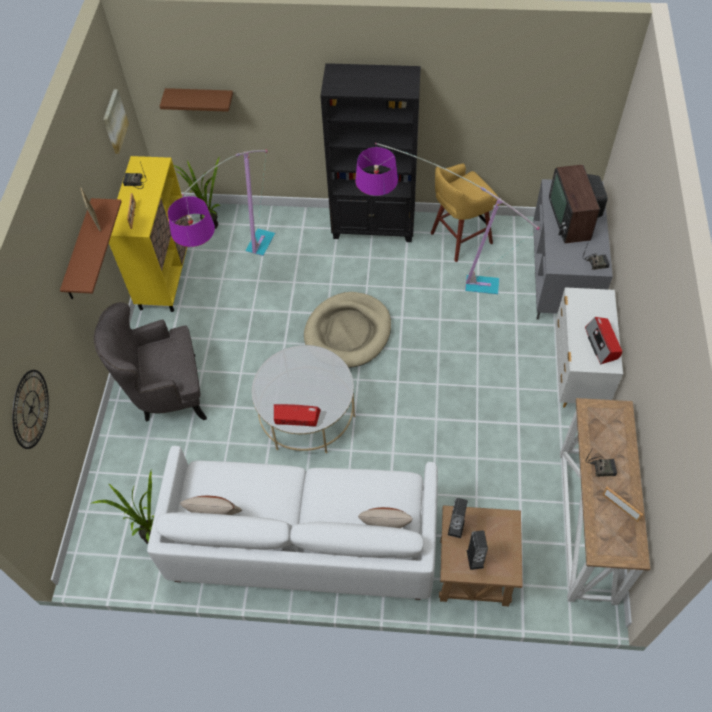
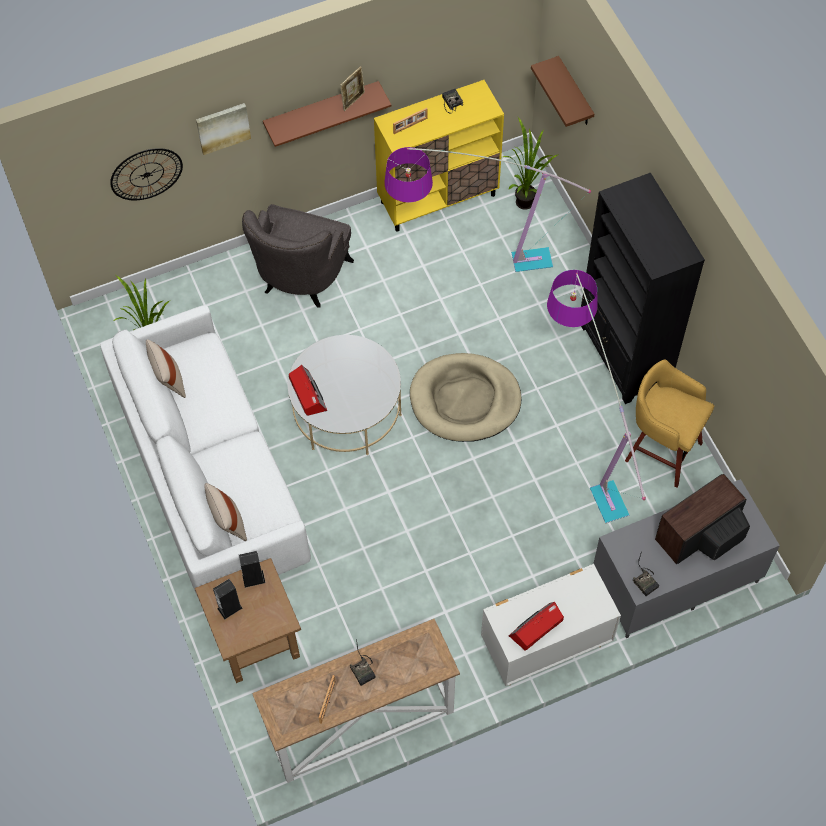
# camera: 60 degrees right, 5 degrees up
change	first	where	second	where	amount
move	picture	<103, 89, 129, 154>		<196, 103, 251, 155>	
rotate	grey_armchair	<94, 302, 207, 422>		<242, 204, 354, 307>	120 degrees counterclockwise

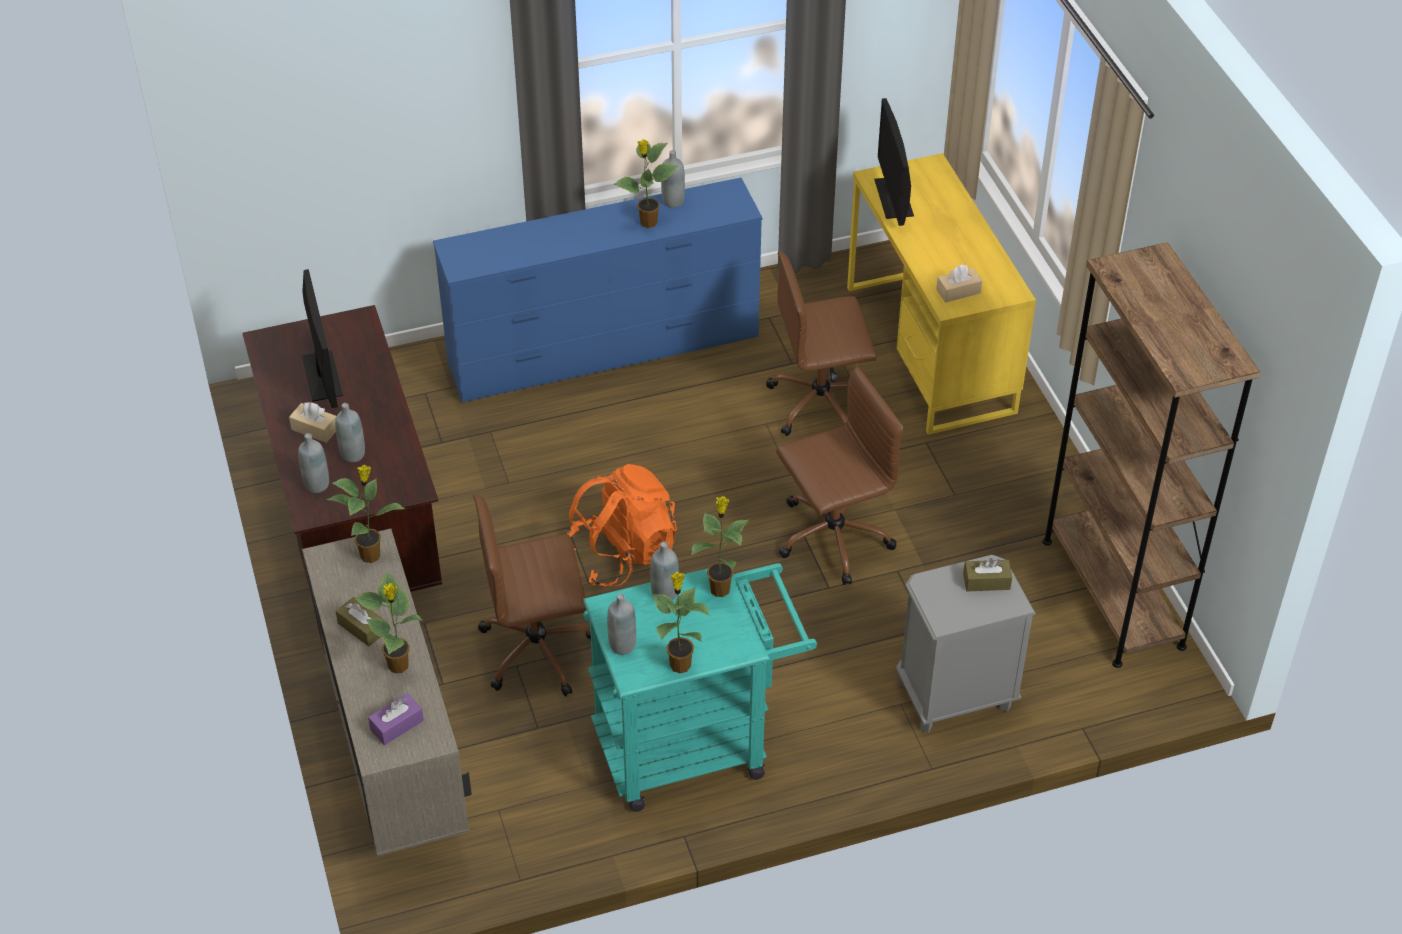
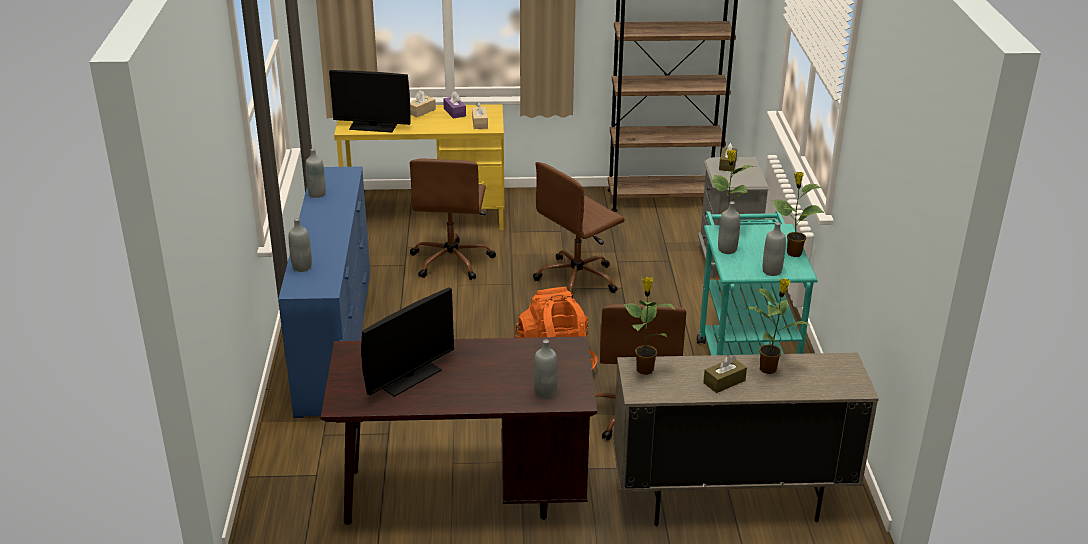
# camera: 75 degrees left, 15 degrees down
change	first	where	second	where	amount
delete	potted_plant	<613, 140, 678, 228>			
move	beige_tissue_box	<289, 402, 336, 443>		<410, 90, 436, 117>	
move	grey_bottle	<335, 403, 365, 462>		<289, 218, 312, 272>	
move	purple_tissue_box	<368, 693, 424, 745>		<443, 91, 466, 119>	
rotate	monitor	<302, 269, 343, 408>		<361, 287, 454, 397>	135 degrees clockwise
rotate	brown_office_chair	<776, 366, 903, 585>		<533, 162, 625, 298>	120 degrees counterclockwise

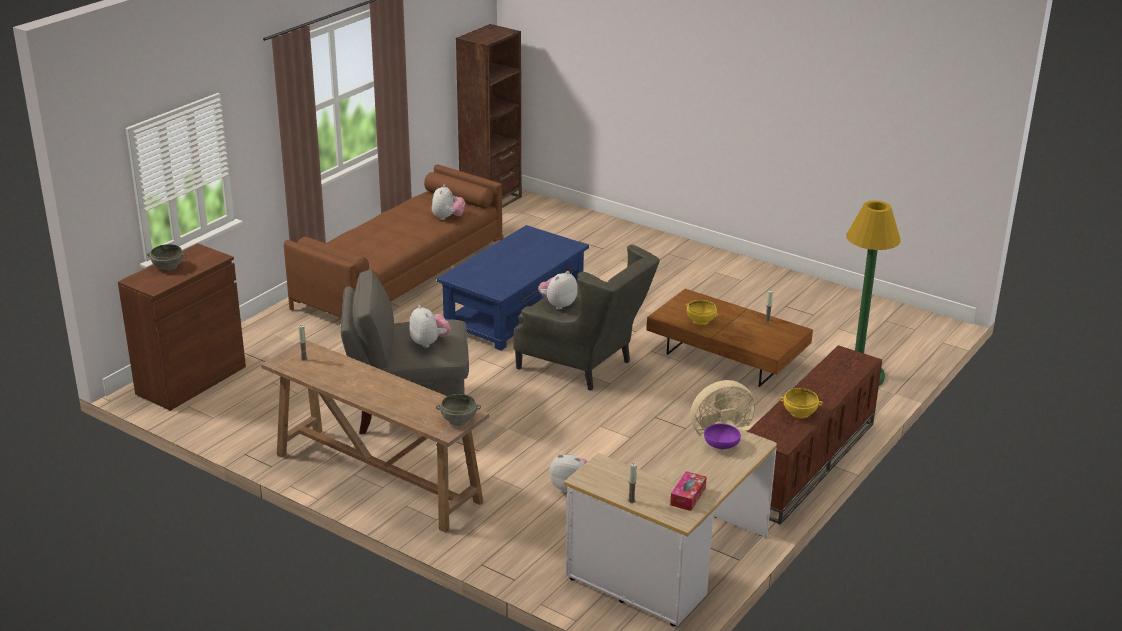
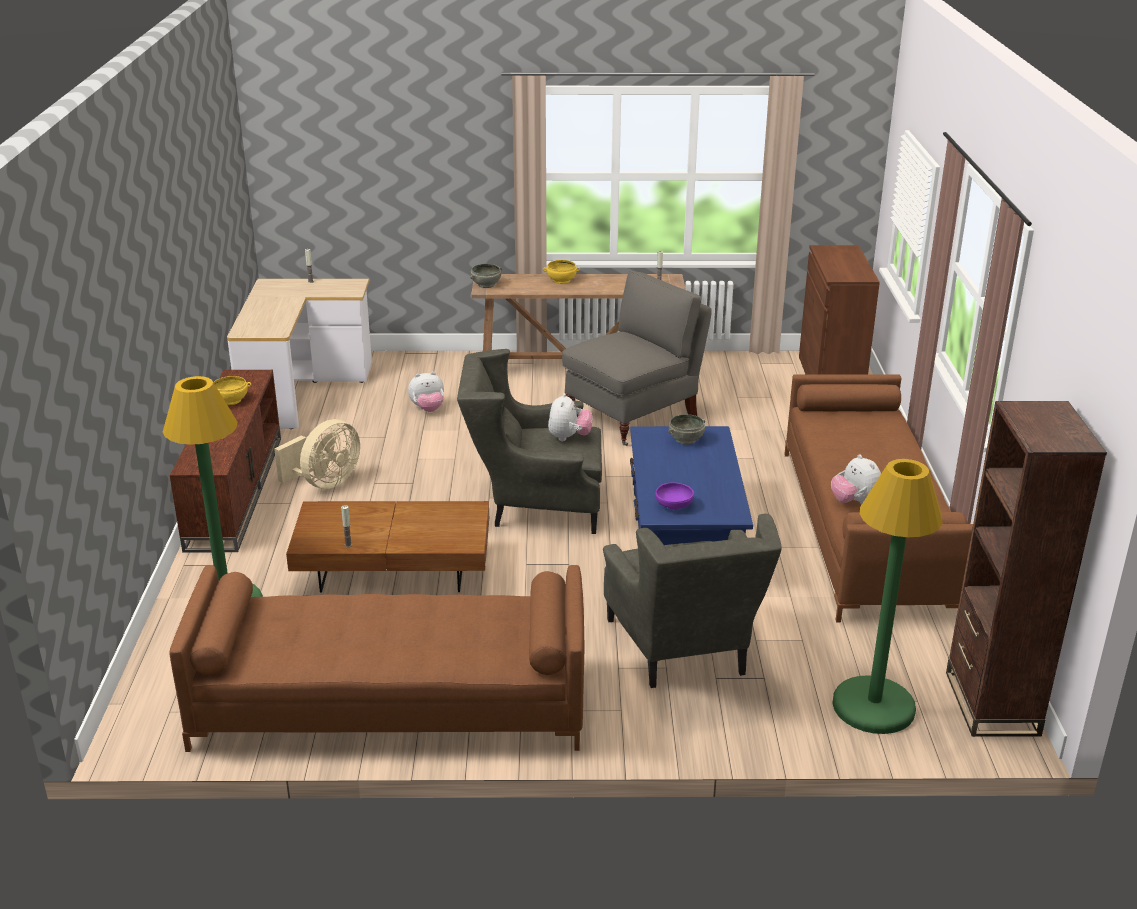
# camera: 145 degrees right, 0 degrees up
change	first	where	second	where	amount
delete	plush_toy	<409, 305, 451, 348>			
delete	tissue_box	<670, 471, 707, 511>			
insert			brown_sofa	<170, 565, 584, 752>	
insert			grey_armchair	<603, 514, 782, 688>	
insert			green_floor_lamp	<832, 459, 943, 734>	
move	grey_bowl	<147, 244, 186, 271>		<668, 414, 705, 445>	
move	yellow_bowl	<686, 300, 718, 325>		<543, 260, 580, 284>	
move	purple_bowl	<704, 423, 741, 449>		<655, 482, 694, 510>	

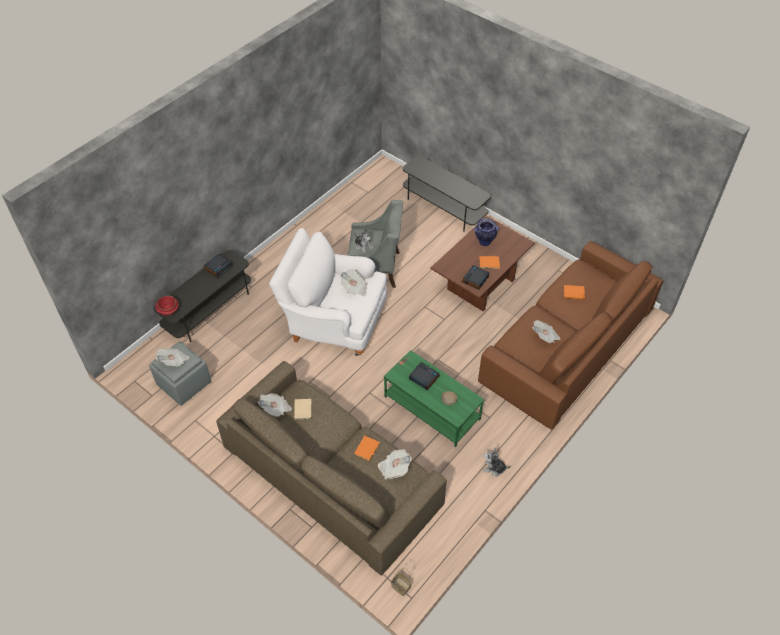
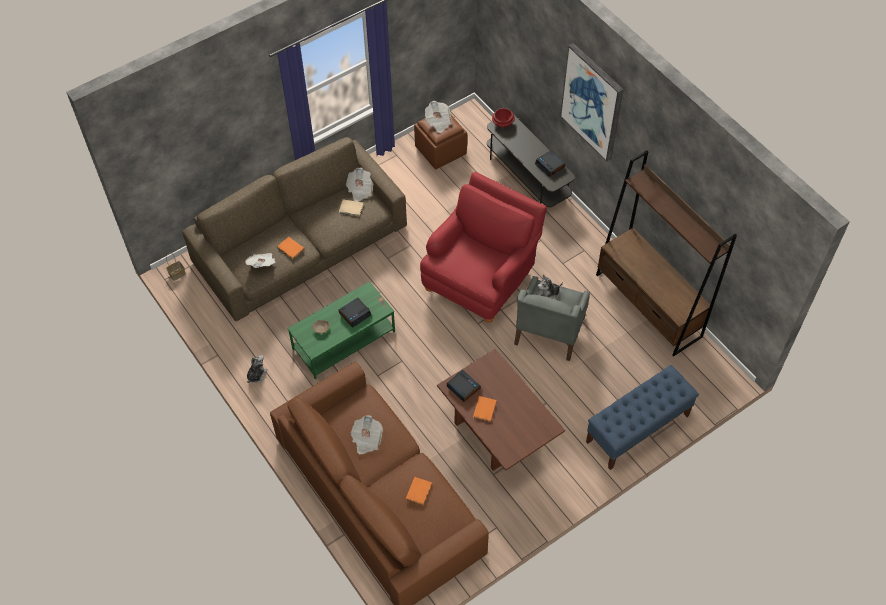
# camera: 105 degrees right, 5 degrees up
change	first	where	second	where	amount
delete	newspaper	<340, 270, 368, 296>			
delete	vase	<474, 218, 499, 246>			
insert			picture	<560, 43, 624, 162>	
insert			brown_bookcase	<596, 150, 737, 356>	
replace	grey_tv_stand	<403, 156, 491, 232>	blue_bench	<586, 365, 699, 470>	
recolor	grey_ottoman	<149, 341, 211, 406>	brown_ottoman	<414, 114, 467, 170>	
recolor	white_armchair	<269, 228, 387, 356>	red_armchair	<420, 172, 547, 323>	

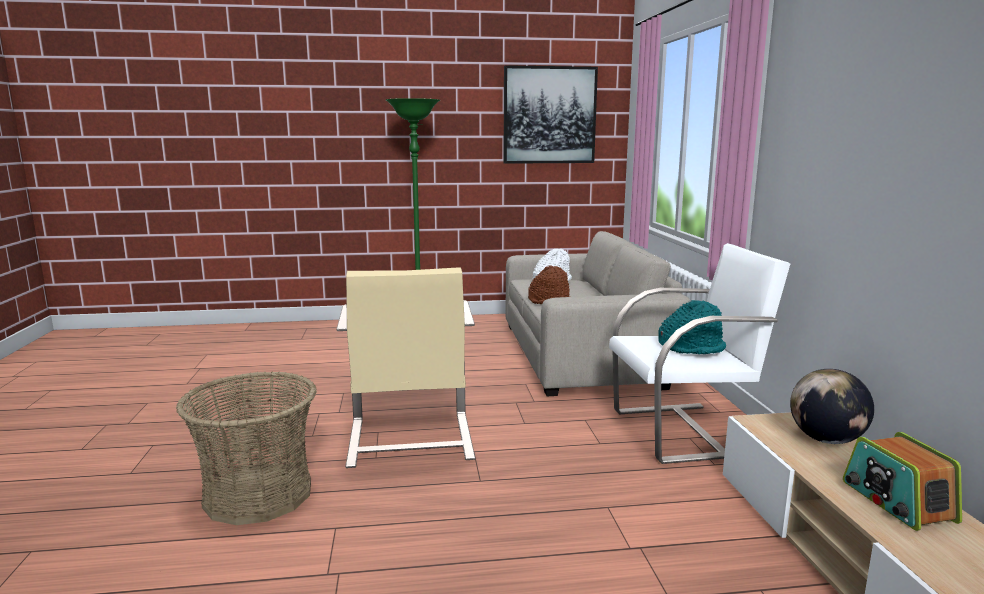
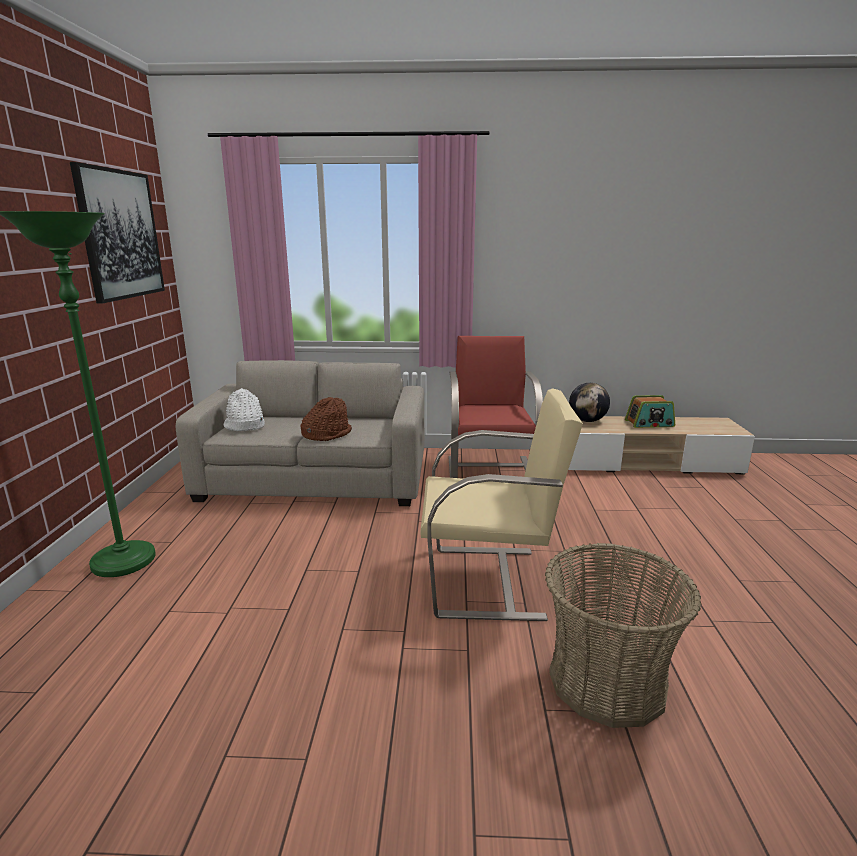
# camera: 80 degrees left, 5 degrees up
change	first	where	second	where	amount
delete	turquoise_hat	<658, 300, 726, 354>			
recolor	white_armchair	<609, 243, 790, 464>	red_armchair	<448, 336, 543, 478>	

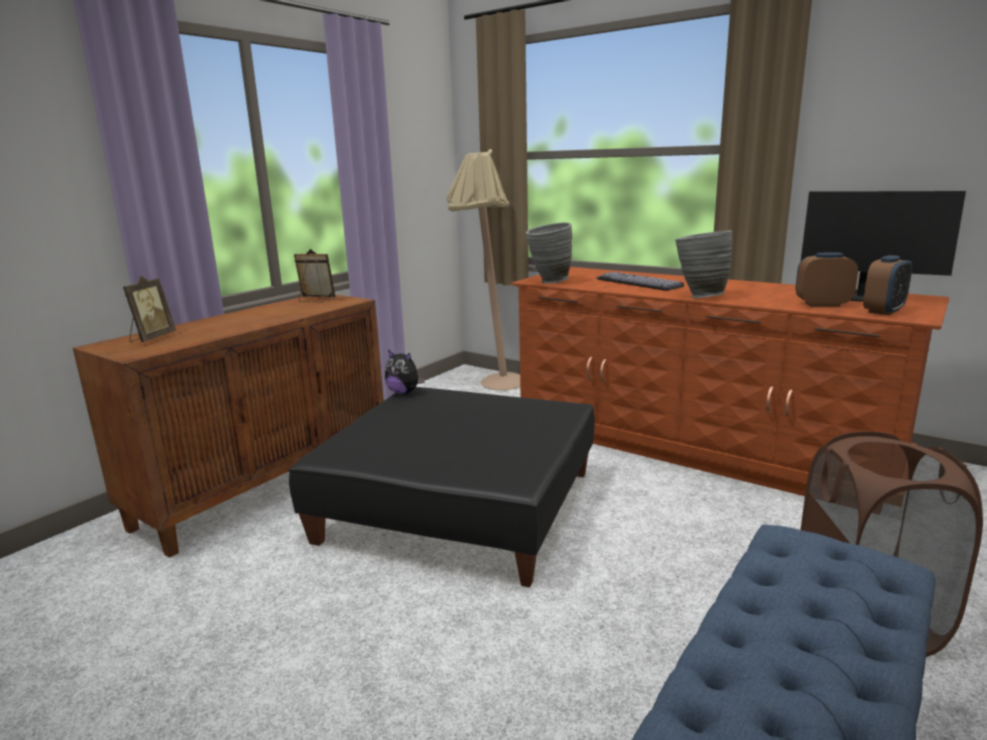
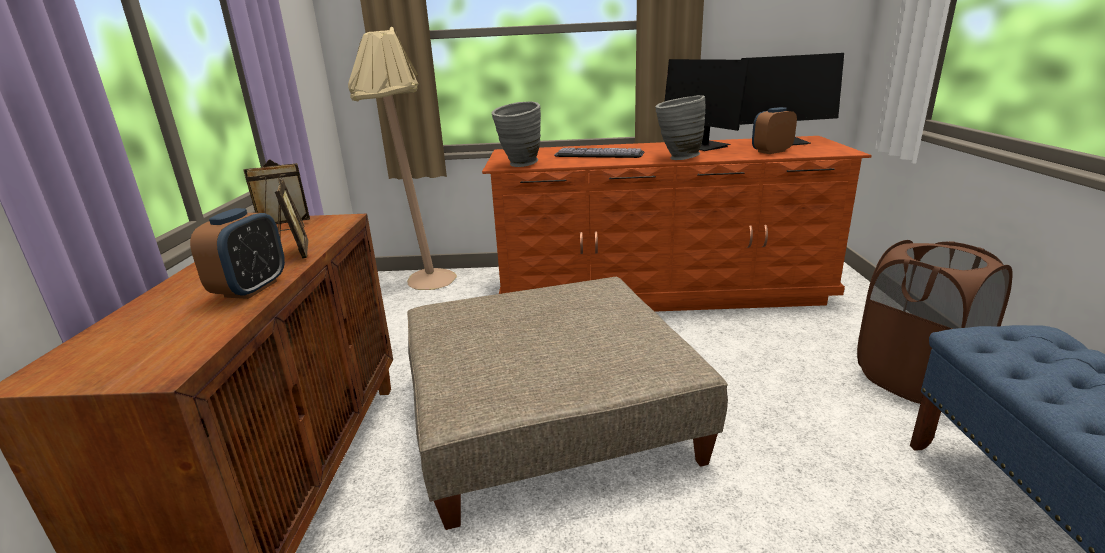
# camera: 35 degrees left, 5 degrees up
change	first	where	second	where	amount
delete	plush_toy	<385, 350, 425, 394>			
insert			monitor	<664, 59, 749, 151>	
move	picture_frame	<123, 276, 176, 342>		<275, 178, 308, 259>	
move	alarm_clock	<863, 255, 912, 315>		<190, 208, 285, 299>	
recolor	black_ottoman	<288, 387, 595, 587>	beige_ottoman	<407, 277, 728, 530>	

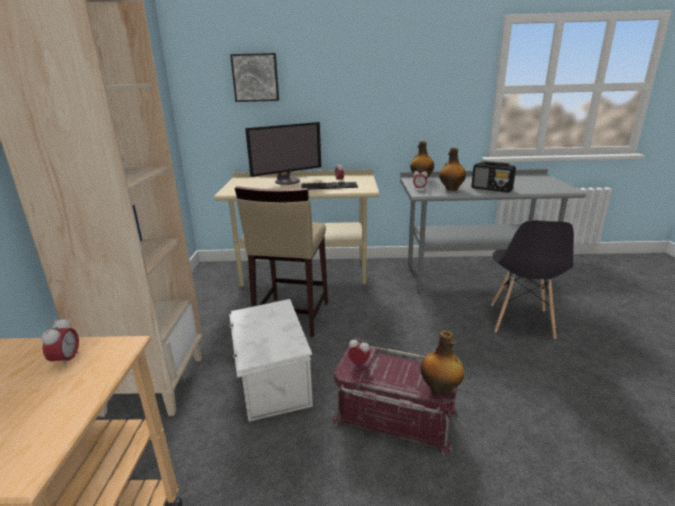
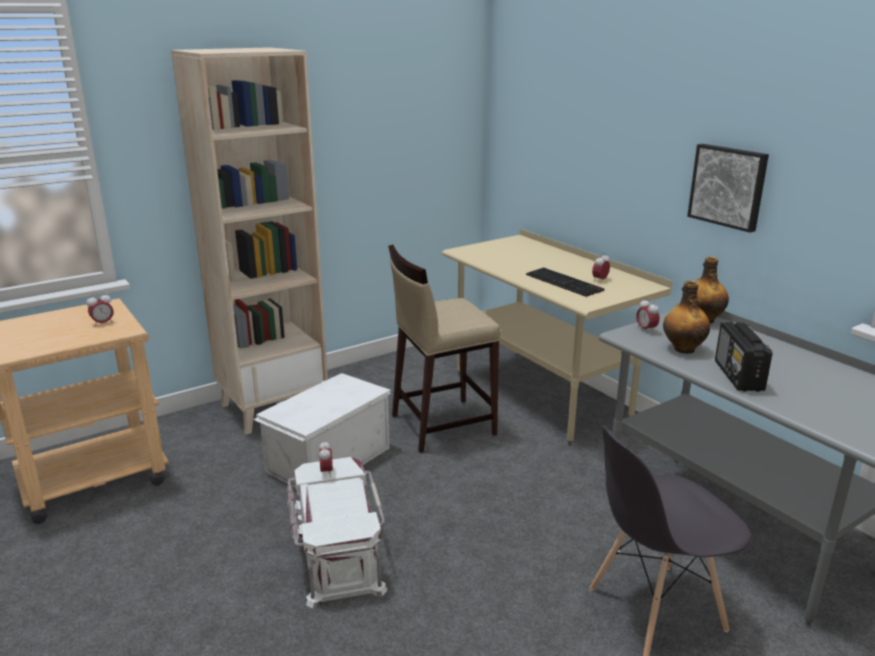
# camera: 55 degrees right, 0 degrees up
change	first	where	second	where	amount
delete	monitor	<245, 122, 321, 185>			
delete	bottle	<420, 330, 464, 396>			
move	picture	<230, 53, 279, 102>		<687, 144, 769, 233>	
recolor	red_storage_box	<331, 346, 458, 455>	white_storage_box	<286, 457, 388, 609>	

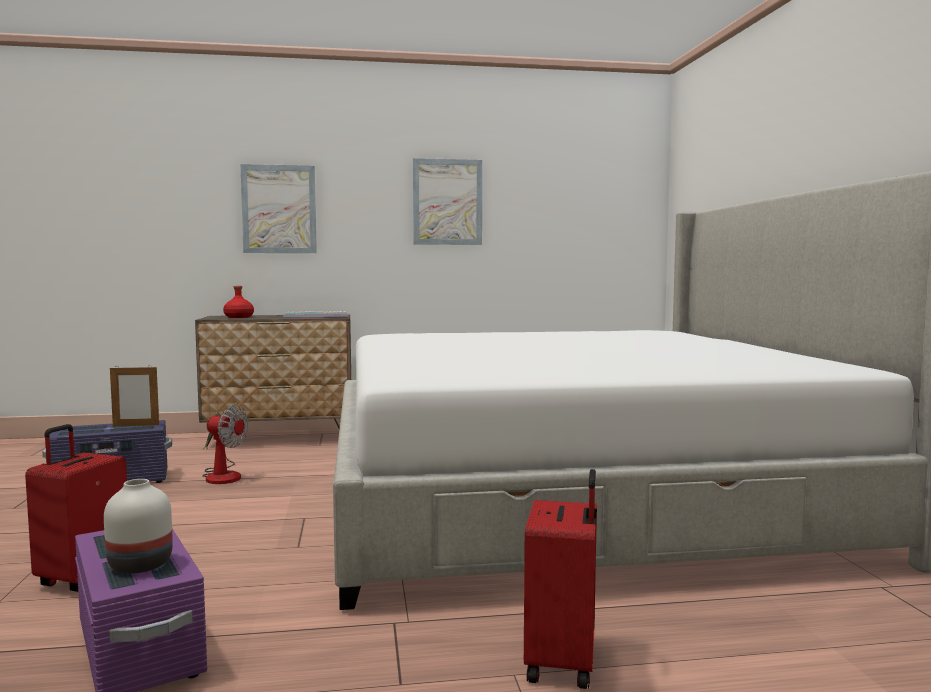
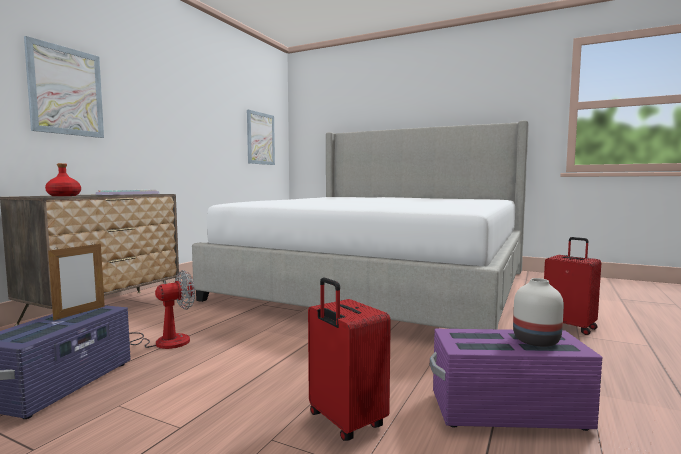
# camera: 55 degrees left, 0 degrees up
change	first	where	second	where	amount
move	picture	<413, 158, 482, 245>		<247, 110, 275, 165>	

